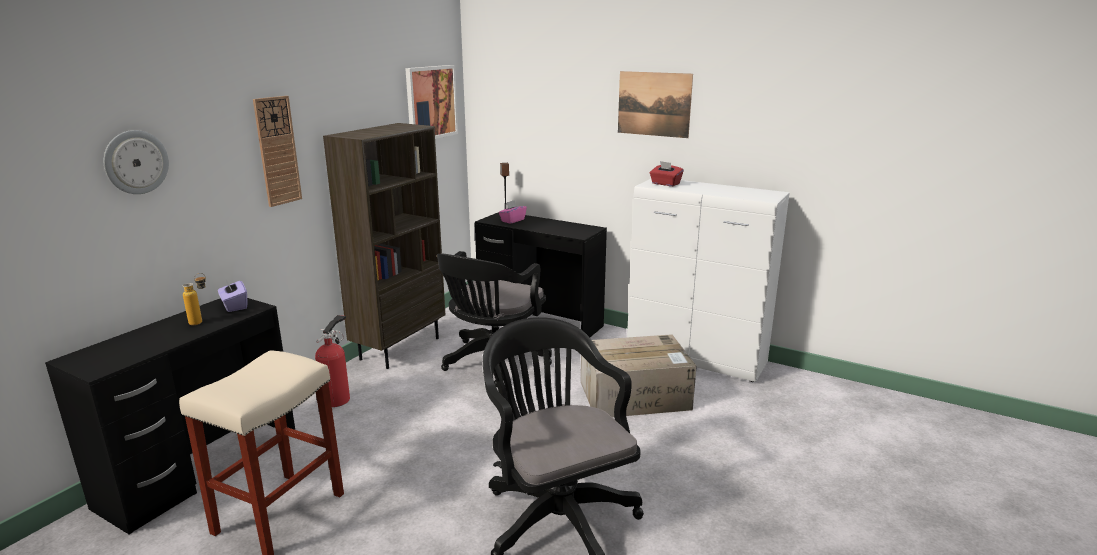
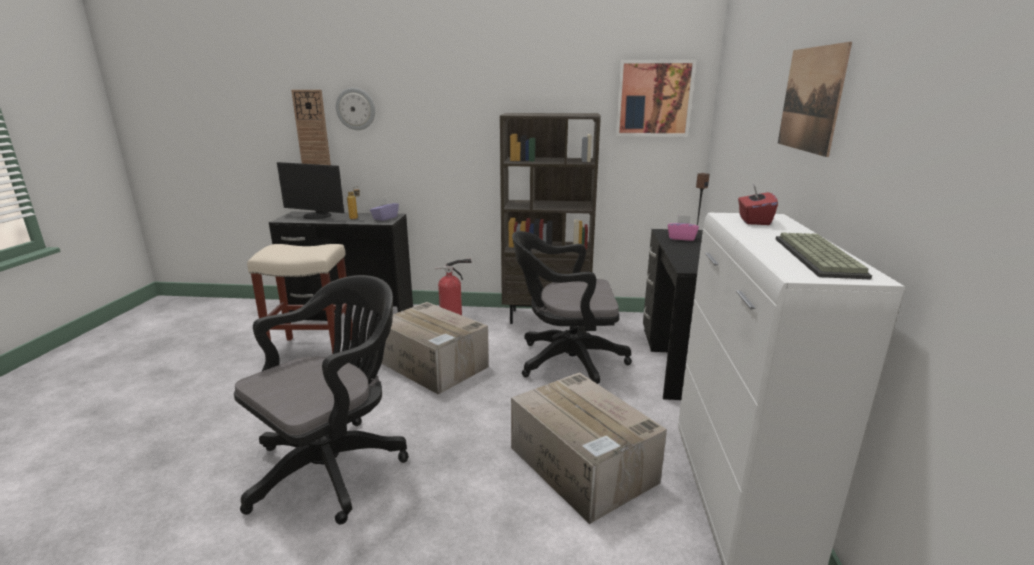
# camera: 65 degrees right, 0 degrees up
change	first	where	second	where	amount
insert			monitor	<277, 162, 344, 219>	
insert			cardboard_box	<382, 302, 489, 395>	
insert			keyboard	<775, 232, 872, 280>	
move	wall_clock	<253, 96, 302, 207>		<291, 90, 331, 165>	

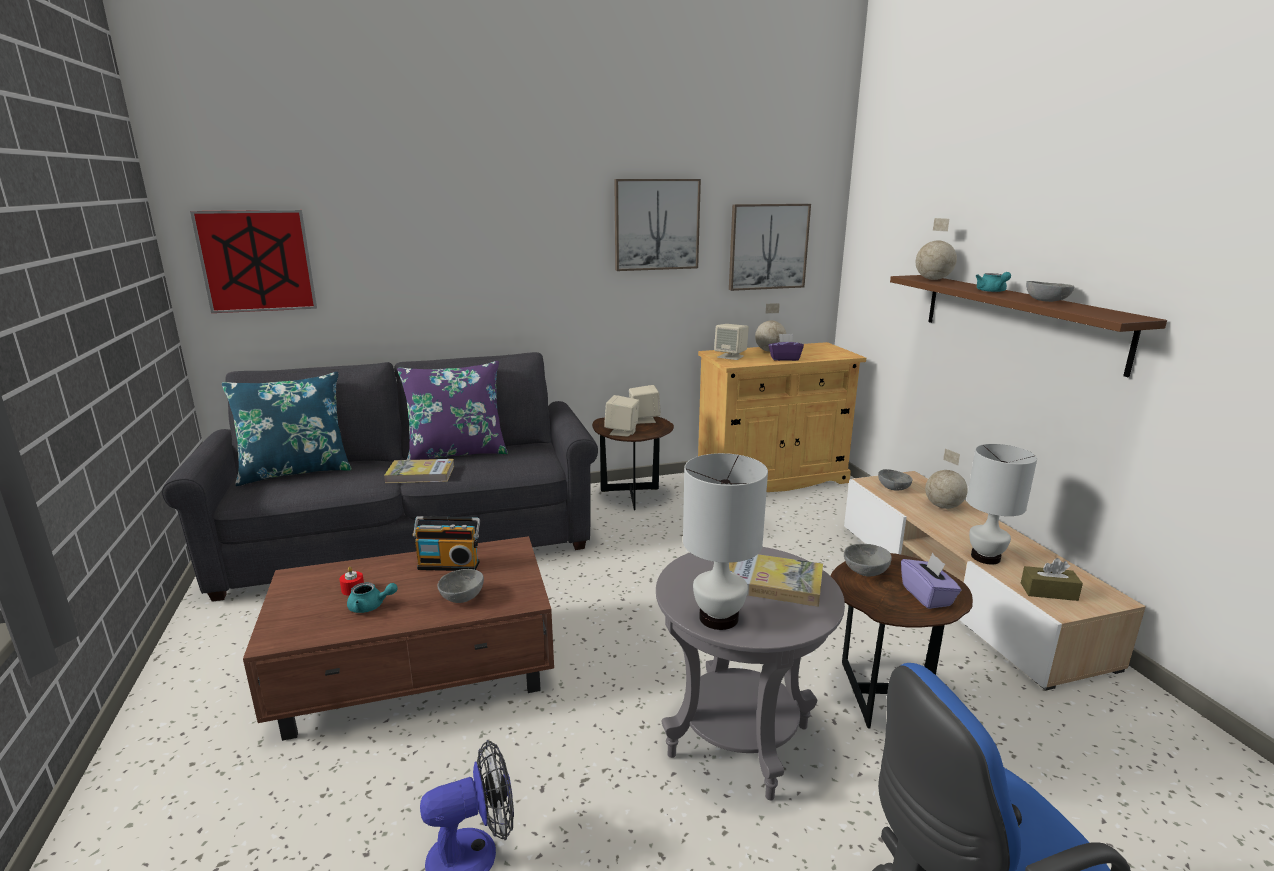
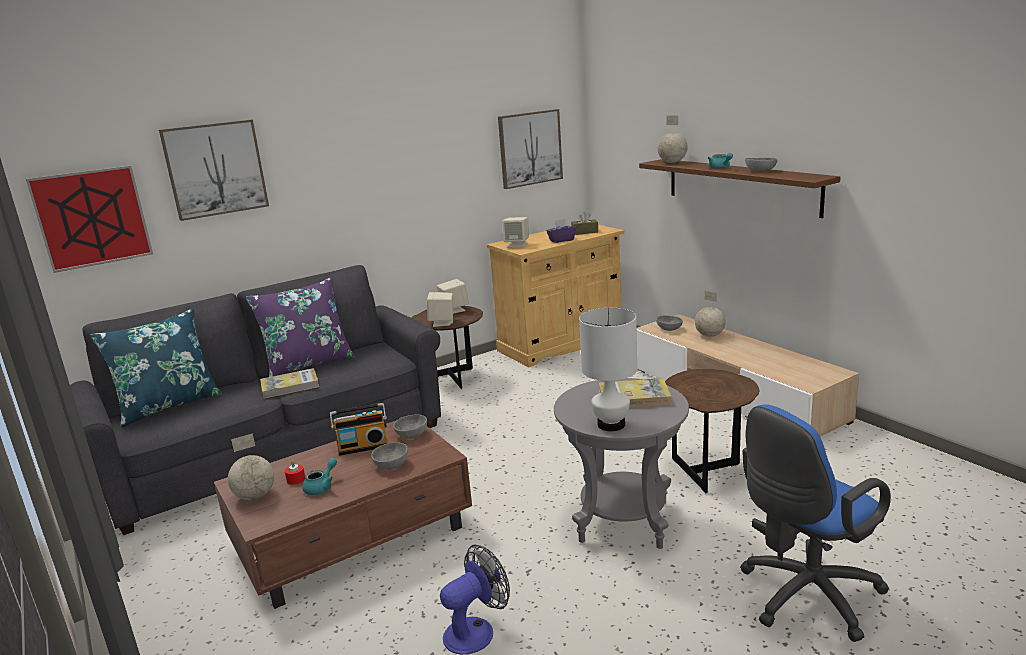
# camera: 15 degrees left, 0 degrees up
change	first	where	second	where	amount
delete	purple_tissue_box	<901, 553, 961, 609>			
delete	white_table_lamp	<967, 444, 1037, 564>			
move	picture	<614, 179, 701, 271>		<159, 120, 269, 221>	
move	globe	<755, 303, 786, 352>		<228, 433, 274, 500>	
move	grey_bowl	<844, 544, 892, 576>		<393, 414, 427, 439>	
move	brown_tissue_box	<1021, 558, 1083, 601>		<571, 212, 598, 235>	
rotate	turquoise_teapot	<347, 582, 398, 613>		<302, 458, 337, 495>	45 degrees counterclockwise

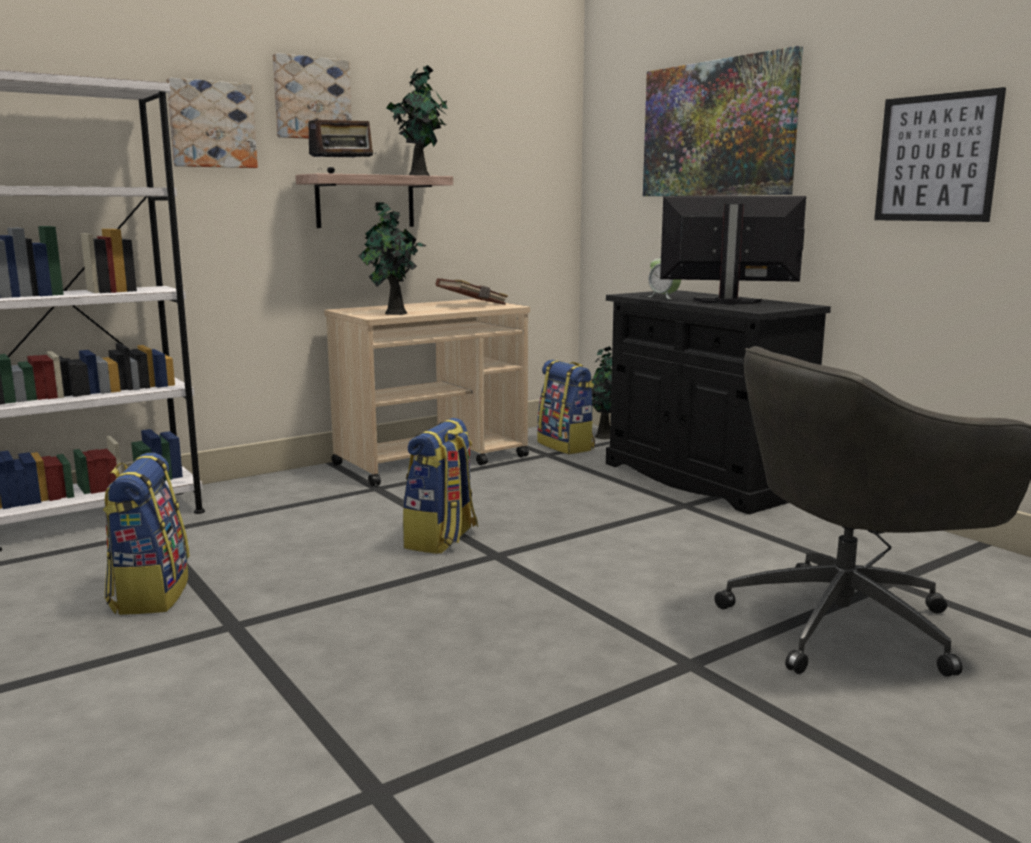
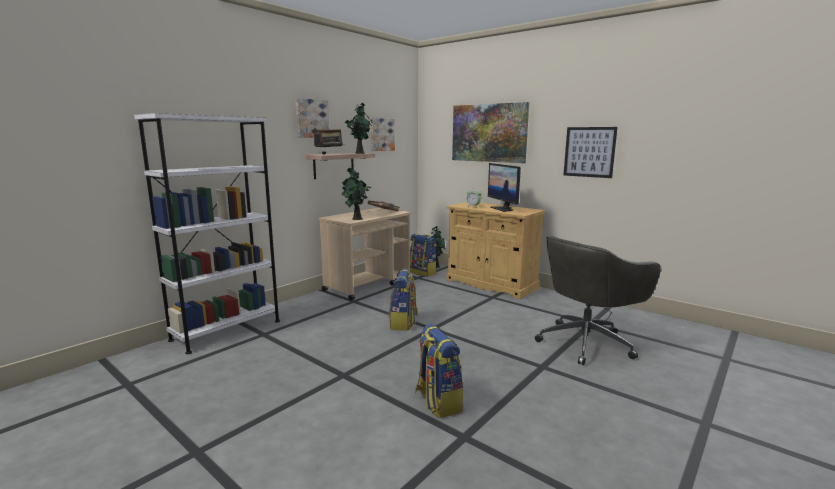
# camera: 15 degrees left, 0 degrees up
change	first	where	second	where	amount
move	backpack	<103, 453, 190, 615>		<415, 324, 463, 418>	
move	picture	<166, 78, 258, 168>		<370, 118, 395, 151>	
recolor	black_cabinet	<606, 290, 831, 514>	beige_cabinet	<446, 202, 546, 299>	
rotate	monitor	<660, 196, 806, 304>		<488, 163, 521, 212>	105 degrees counterclockwise

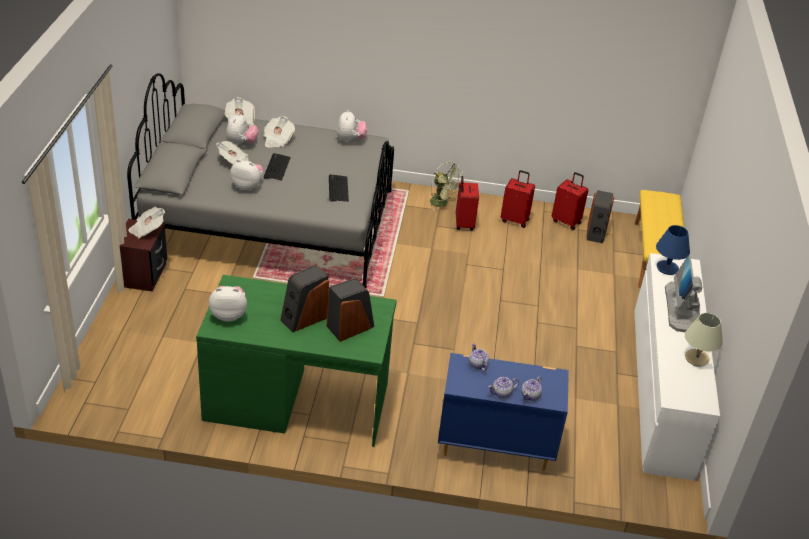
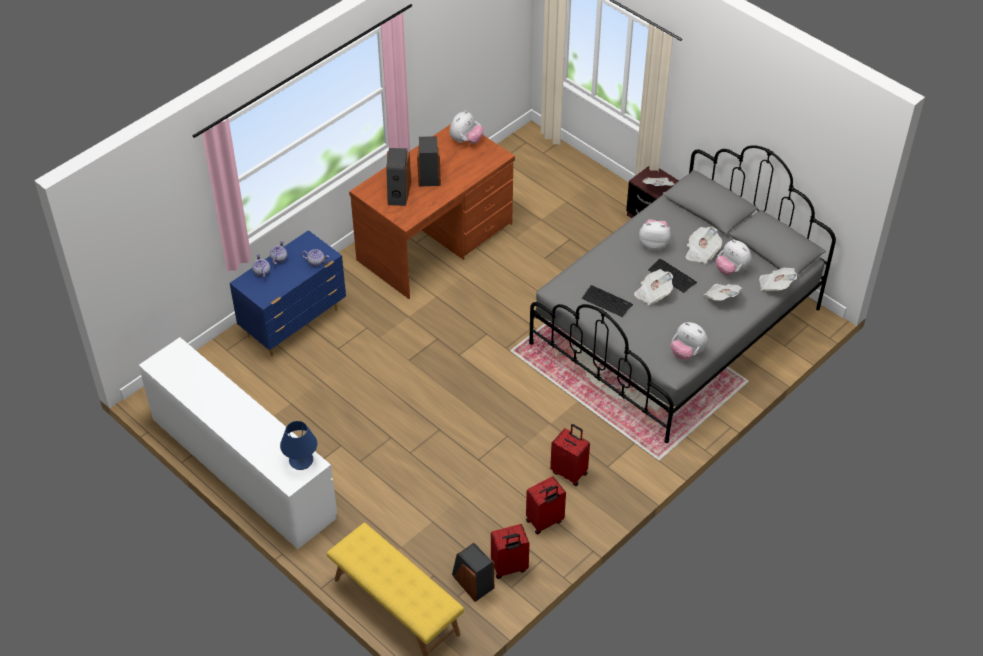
# camera: 130 degrees right, 10 degrees up
change	first	where	second	where	amount
delete	green_fan	<430, 162, 464, 211>			
delete	monitor	<665, 255, 702, 332>			
delete	beige_table_lamp	<685, 313, 723, 367>			
insert			newspaper	<634, 269, 673, 305>	
recolor	green_desk	<196, 275, 397, 447>	brown_desk	<349, 124, 515, 299>	
rotate	plush_toy	<230, 159, 263, 191>		<639, 219, 671, 251>	135 degrees counterclockwise

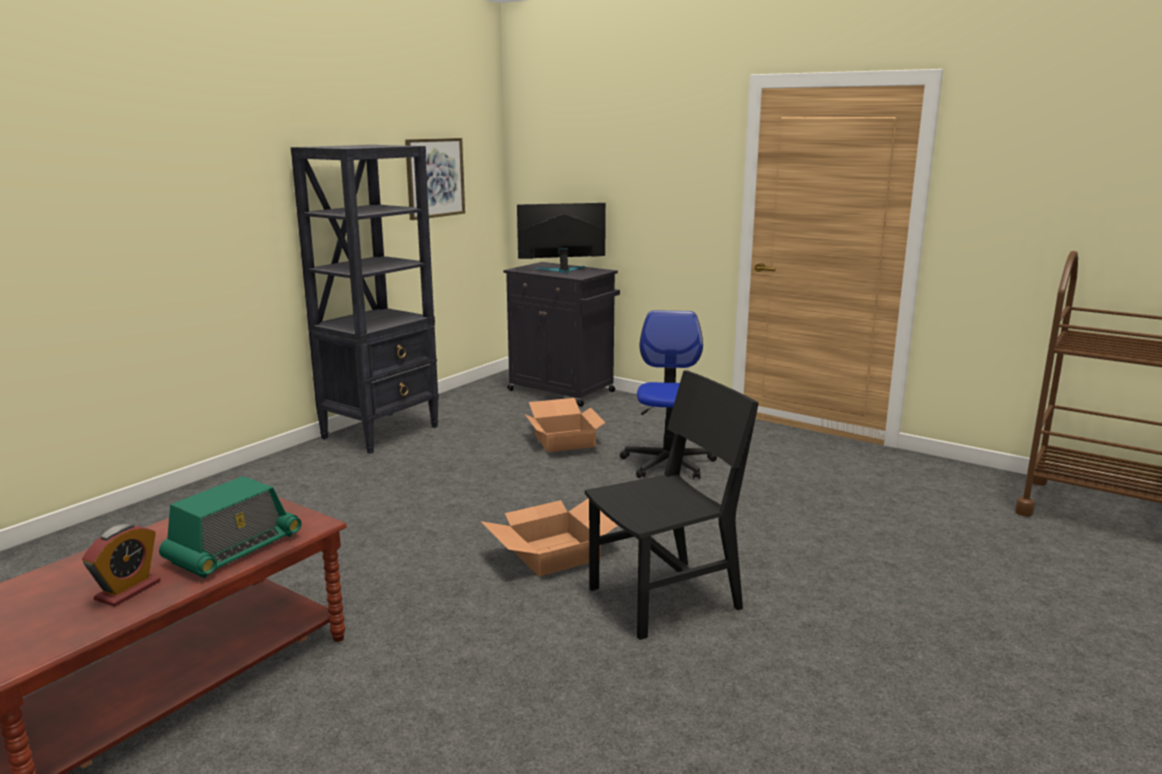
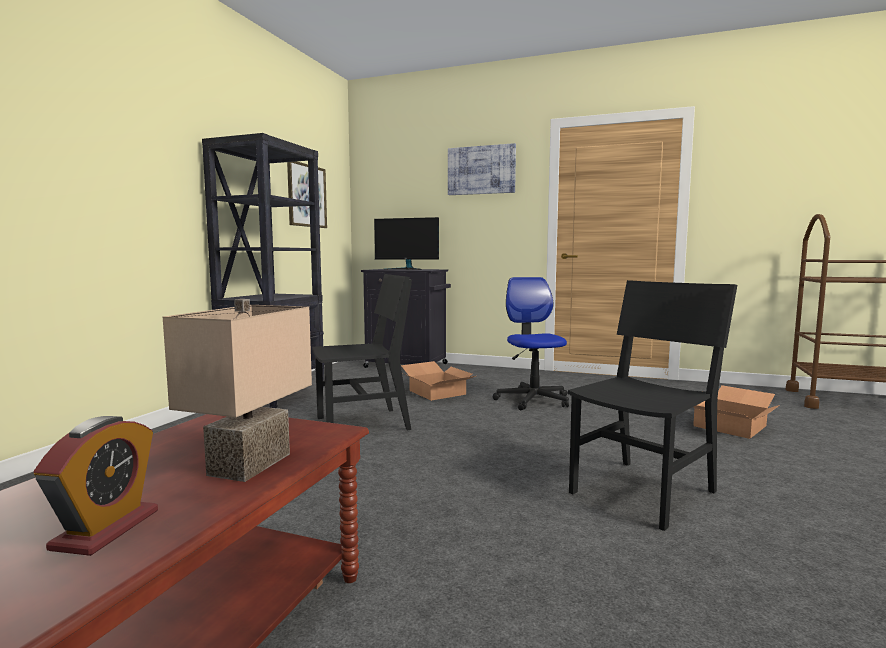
# camera: 15 degrees left, 10 degrees down
change	first	where	second	where	amount
insert			black_chair	<312, 274, 412, 430>	
insert			picture	<448, 143, 516, 195>	
move	cardboard_box	<480, 498, 618, 577>		<693, 385, 780, 439>	
replace	radio	<159, 476, 302, 578>	beige_table_lamp	<163, 299, 312, 482>	
rotate	monitor	<517, 203, 606, 274>		<374, 217, 439, 270>	135 degrees counterclockwise

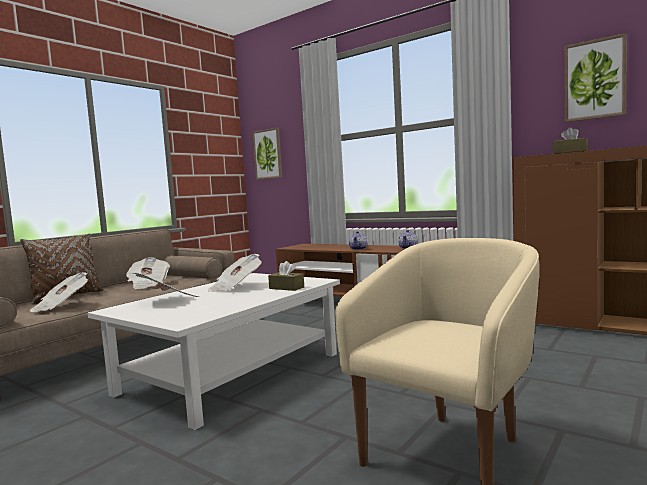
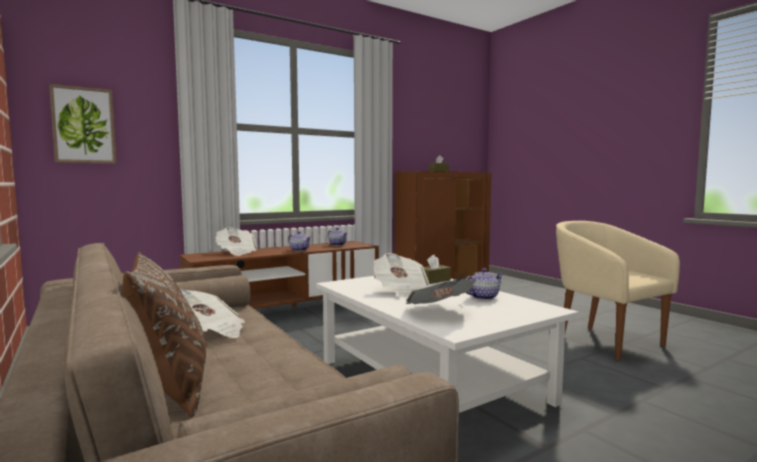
# camera: 70 degrees left, 0 degrees up
change	first	where	second	where	amount
delete	picture	<564, 33, 627, 122>			
insert			teapot	<466, 268, 503, 300>	
move	newspaper	<30, 272, 88, 312>		<215, 227, 257, 256>	

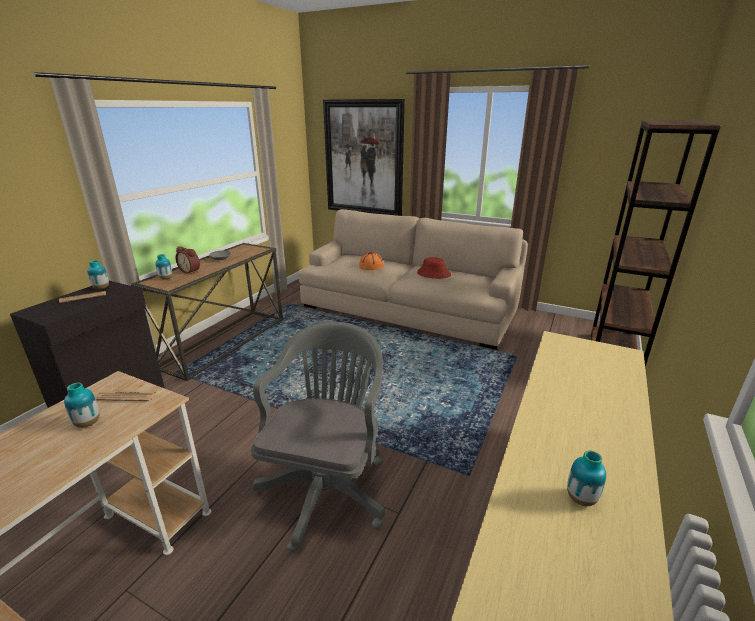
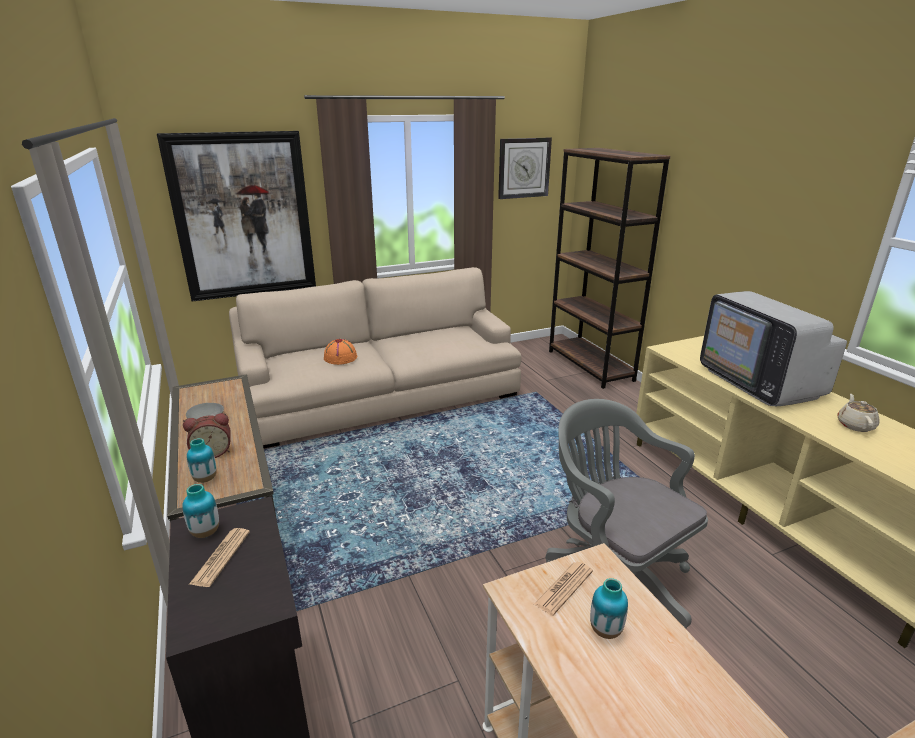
# camera: 50 degrees left, 0 degrees up
change	first	where	second	where	amount
delete	red_hat	<417, 257, 451, 279>			
insert			wall_clock	<498, 138, 552, 199>	
insert			television	<700, 291, 847, 406>	
replace	vase	<567, 450, 606, 506>	beige_teapot	<838, 394, 880, 432>	

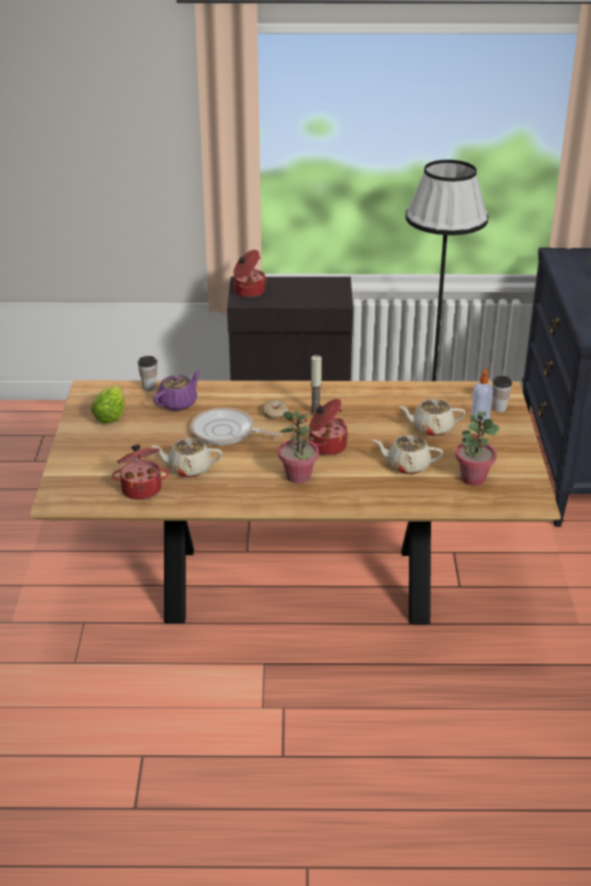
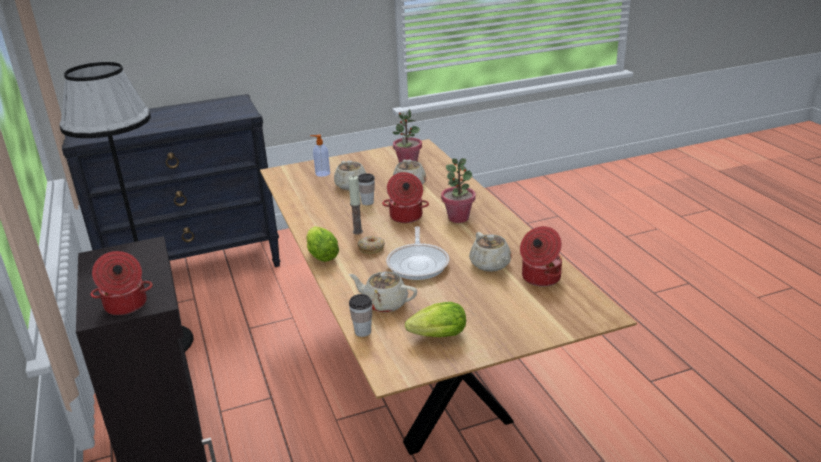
# camera: 110 degrees left, 5 degrees down
change	first	where	second	where	amount
insert			lettuce	<306, 226, 339, 262>	
move	cup	<492, 376, 512, 412>		<358, 173, 375, 205>	
recolor	purple_teapot	<153, 369, 201, 411>	beige_teapot	<349, 272, 417, 313>	

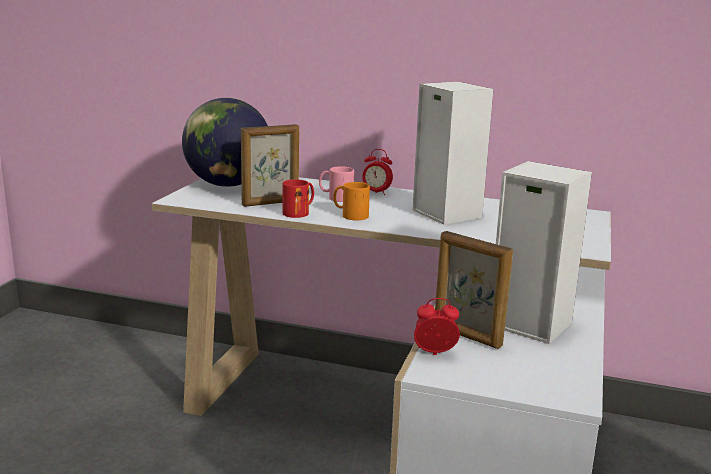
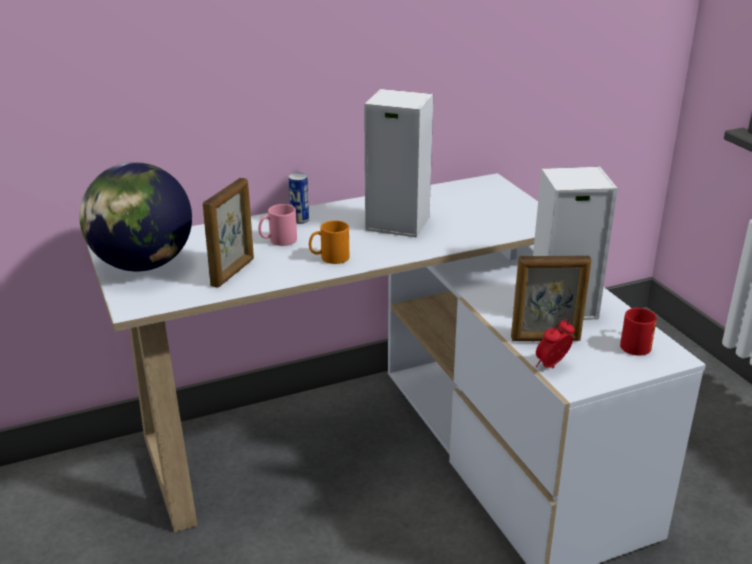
# camera: 40 degrees left, 10 degrees up
change	first	where	second	where	amount
move	red_mug	<282, 179, 314, 218>		<620, 307, 657, 356>	
replace	alarm_clock	<362, 149, 393, 195>	can	<289, 173, 309, 224>	

